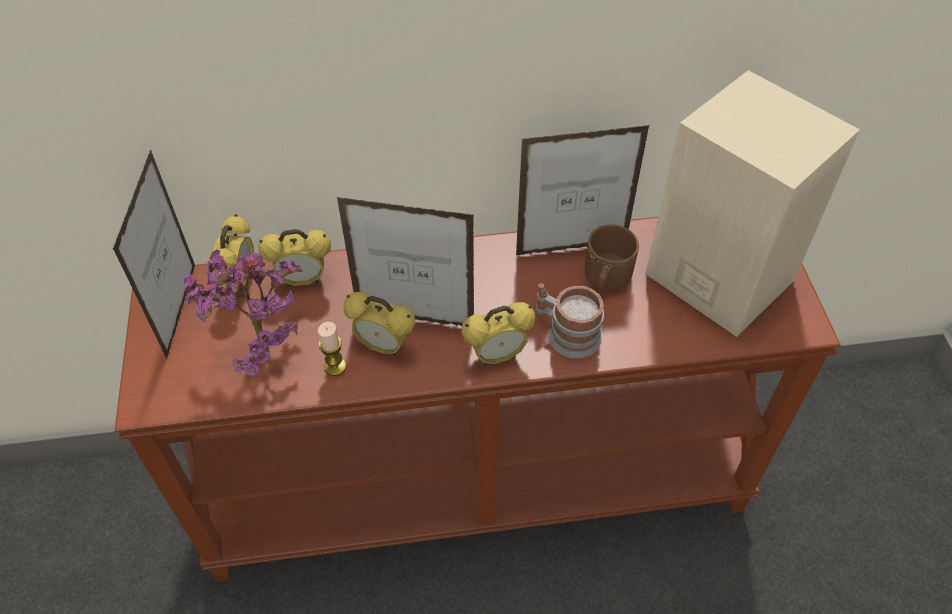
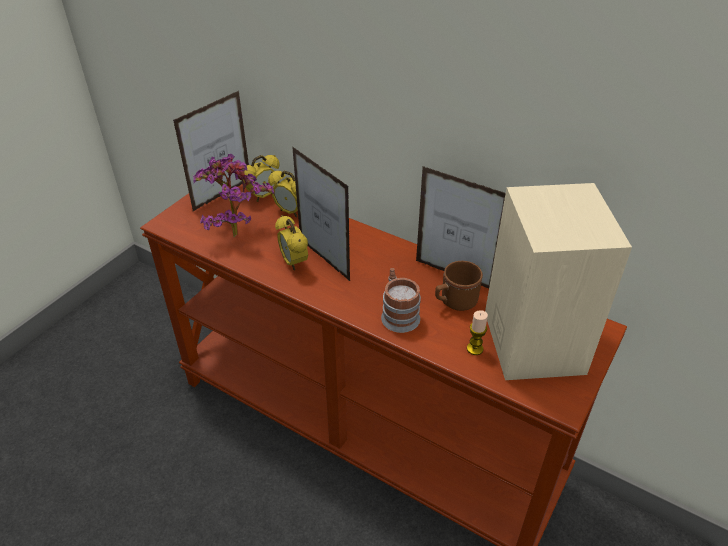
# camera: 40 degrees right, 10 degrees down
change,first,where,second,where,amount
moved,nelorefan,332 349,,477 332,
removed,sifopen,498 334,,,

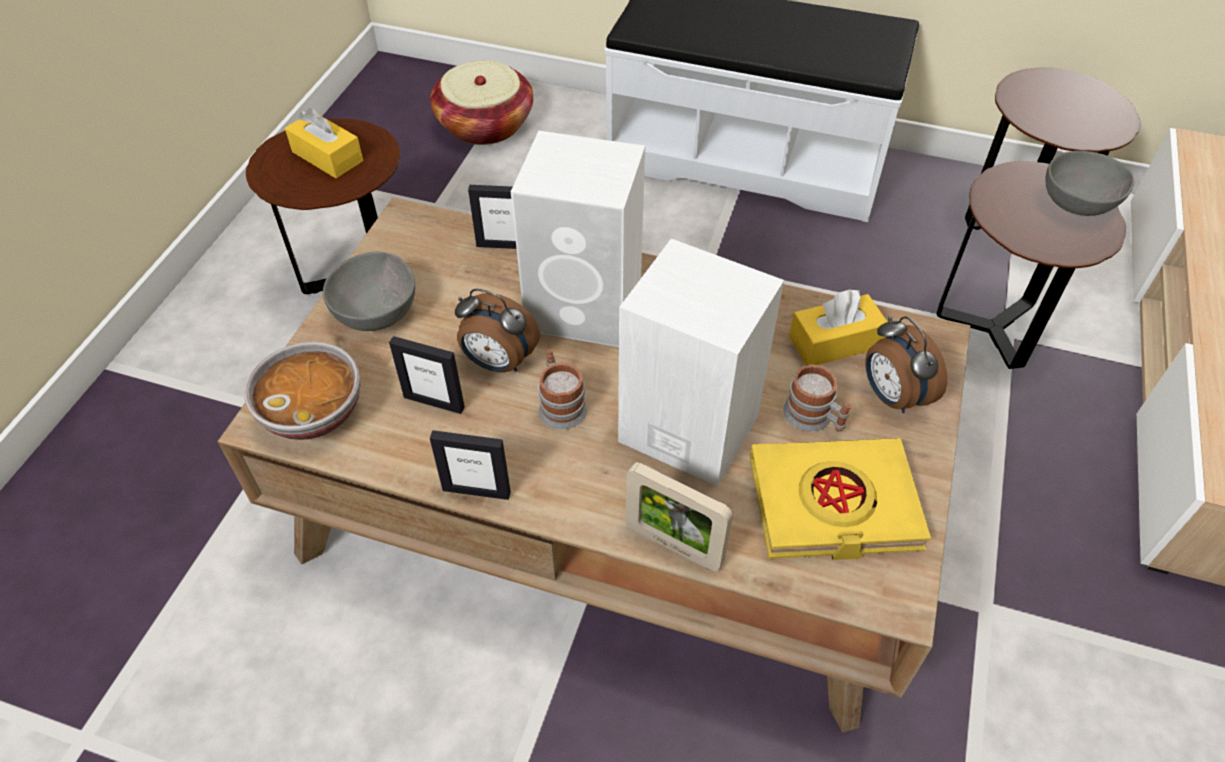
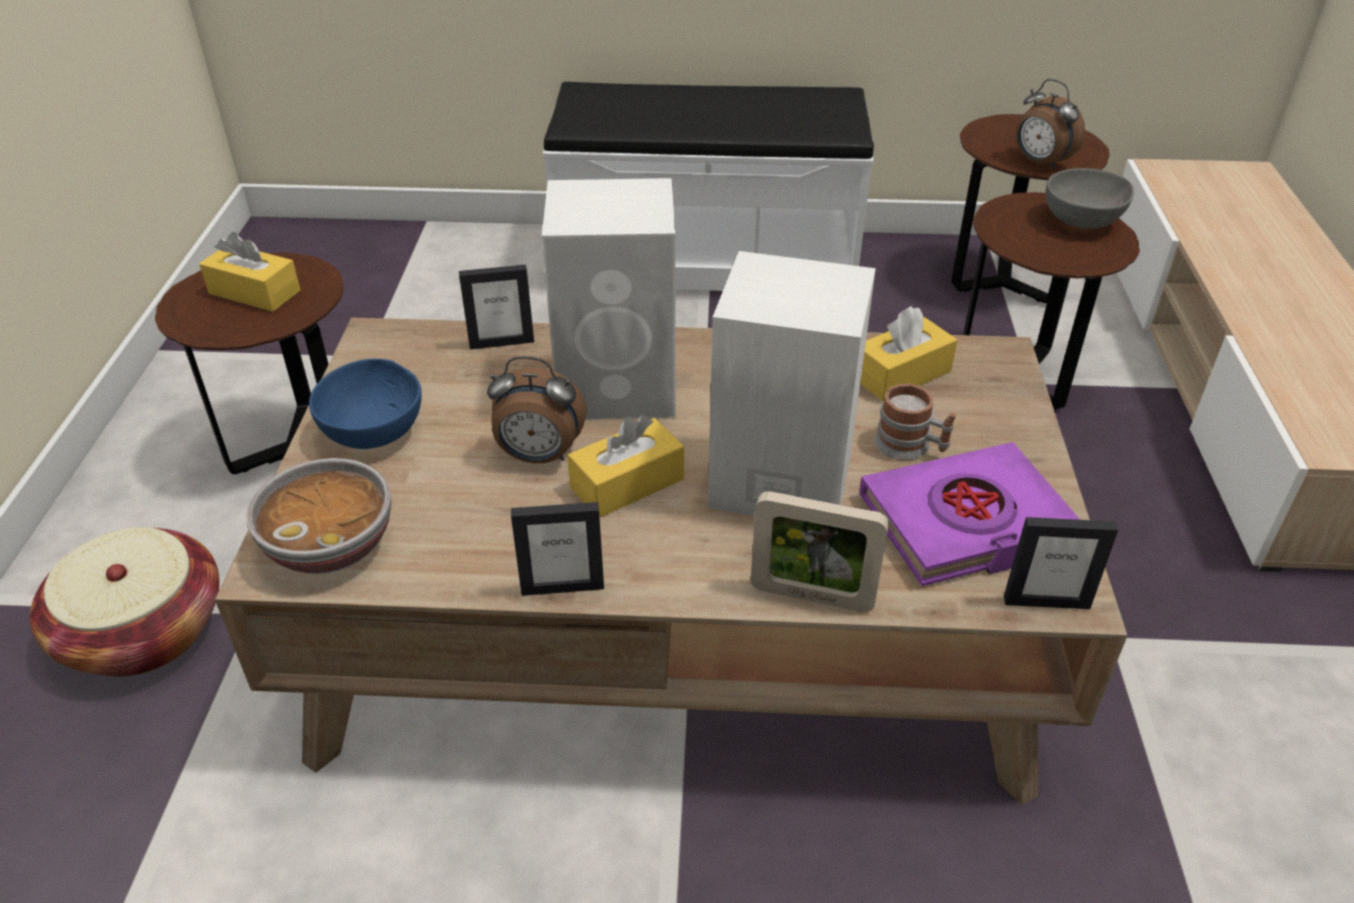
# camera: 15 degrees left, 10 degrees down
change,first,where,second,where,amount
moved,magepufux,481 102,,124 602,
recoloured,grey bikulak,369 291,blue bikulak,365 404,
replaced,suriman,562 389,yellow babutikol,625 466,
recoloured,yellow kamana,840 499,purple kamana,969 514,
moved,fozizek,427 375,,1061 563,
moved,sifopen,906 364,,1050 124,

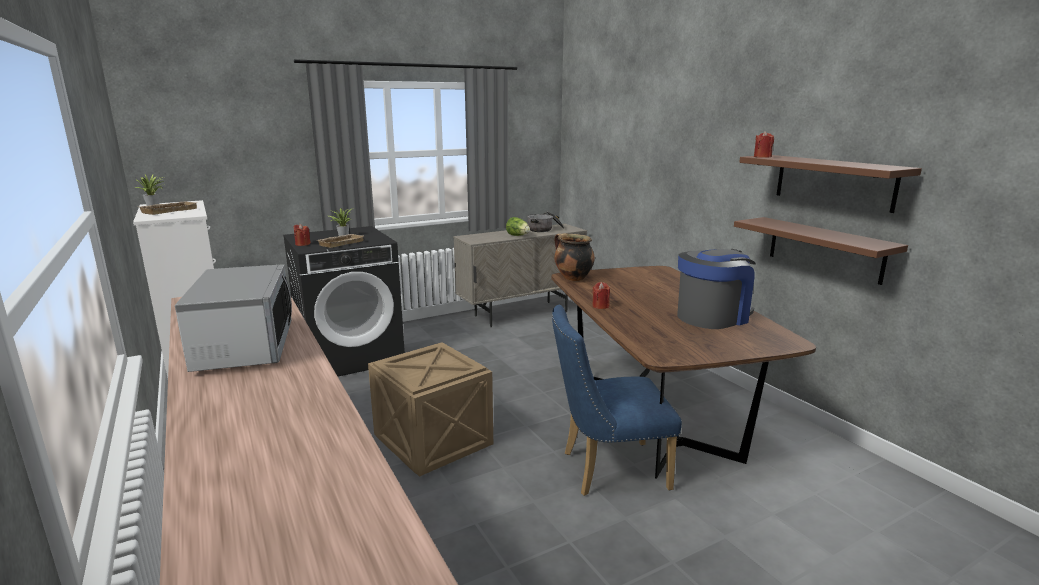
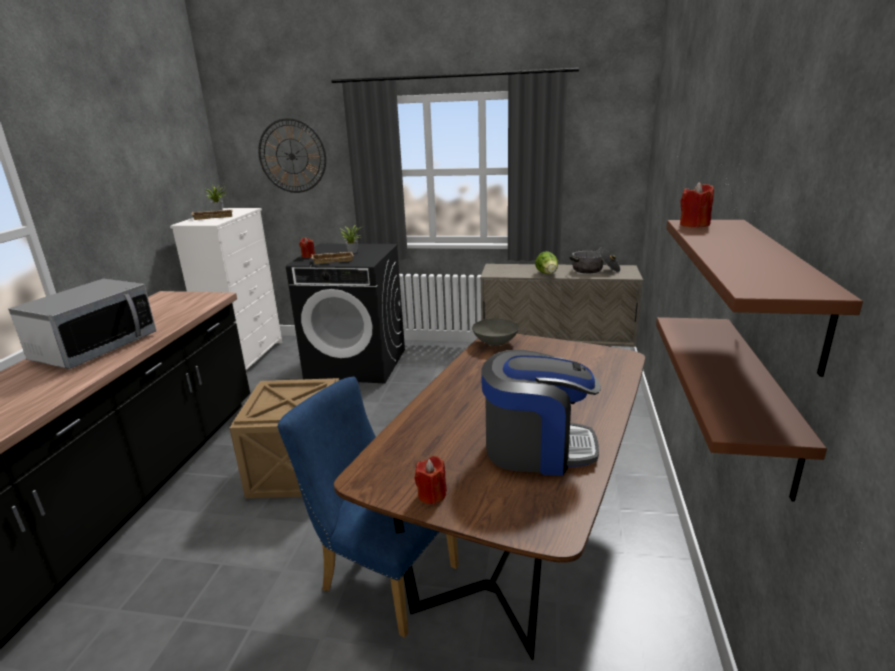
# camera: 40 degrees right, 5 degrees up
change,first,where,second,where,amount
added,,,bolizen,292 155,
moved,red nelorefan,601 295,,431 480,
replaced,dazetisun,574 257,grey bikulak,495 332,

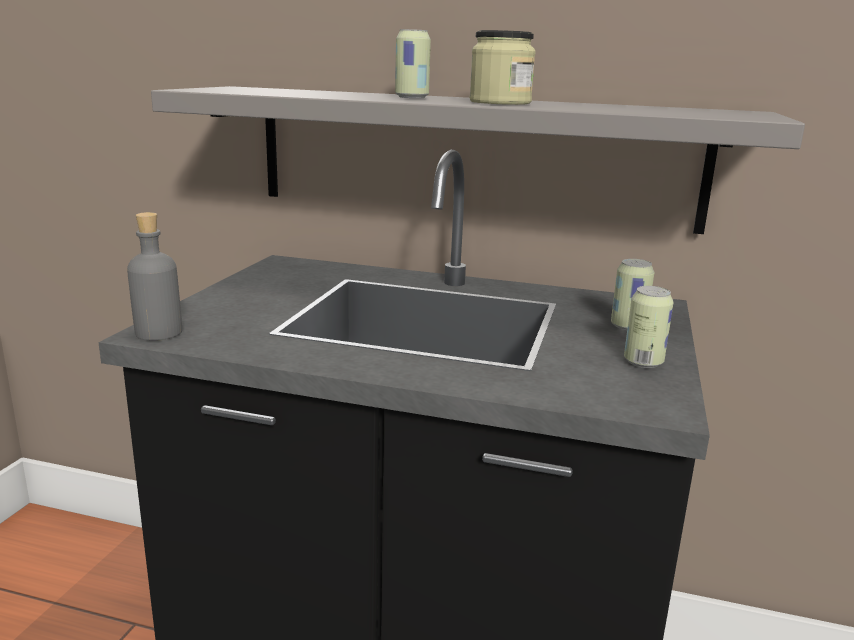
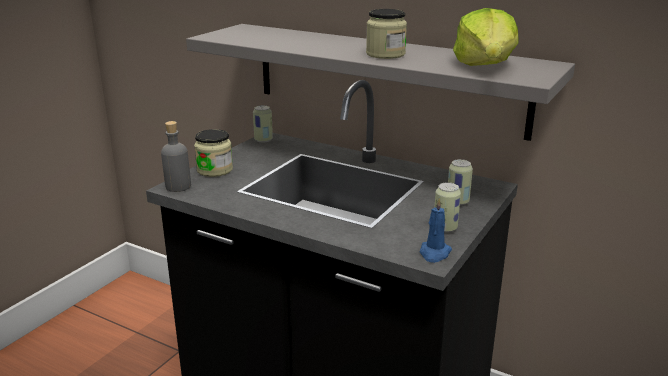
# camera: 15 degrees right, 5 degrees up
change,first,where,second,where,amount
added,,,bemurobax,213 153,
moved,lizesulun,413 63,,263 124,
added,,,blue nelorefan,436 230,
added,,,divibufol,486 37,

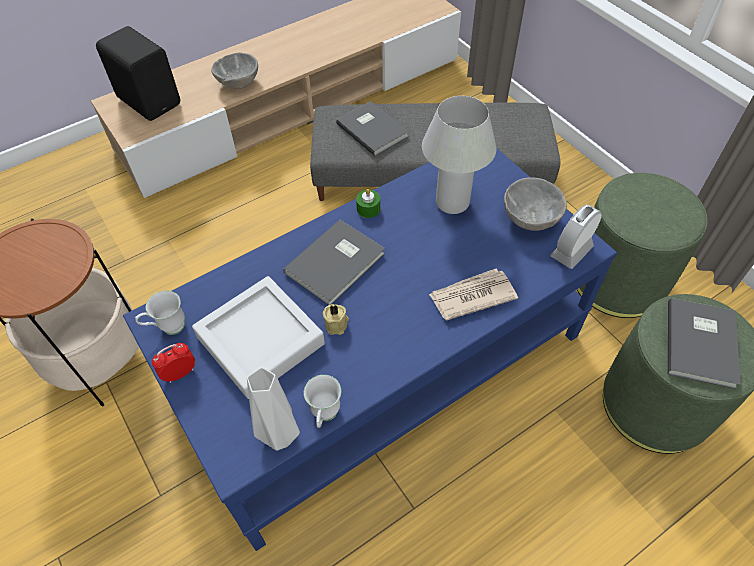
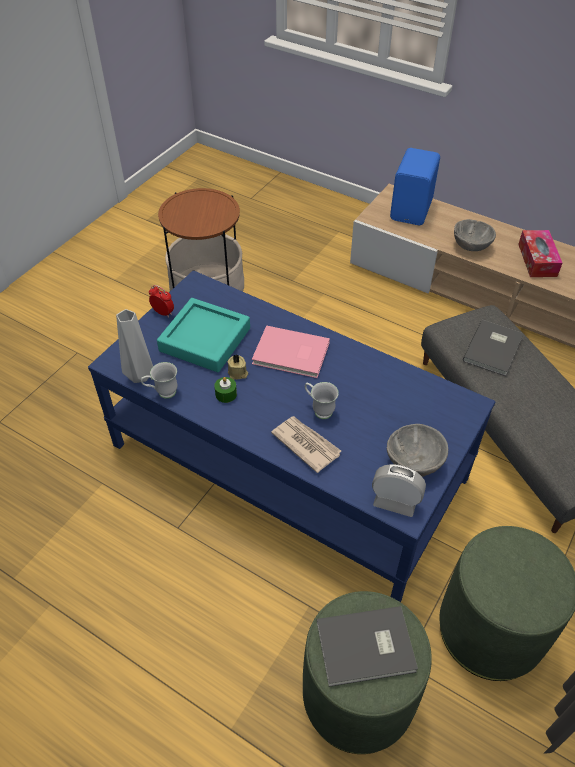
# camera: 65 degrees right, 5 degrees down
change,first,where,second,where,amount
recoloured,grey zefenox,258 337,turquoise zefenox,203 335,
moved,green nelorefan,368 203,,225 390,
recoloured,grey kamana,334 262,pink kamana,291 351,
moved,white suriman,160 312,,322 400,
recoloured,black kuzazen,138 73,blue kuzazen,415 186,
added,,,babutikol,540 253,
removed,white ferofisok,459 155,,,

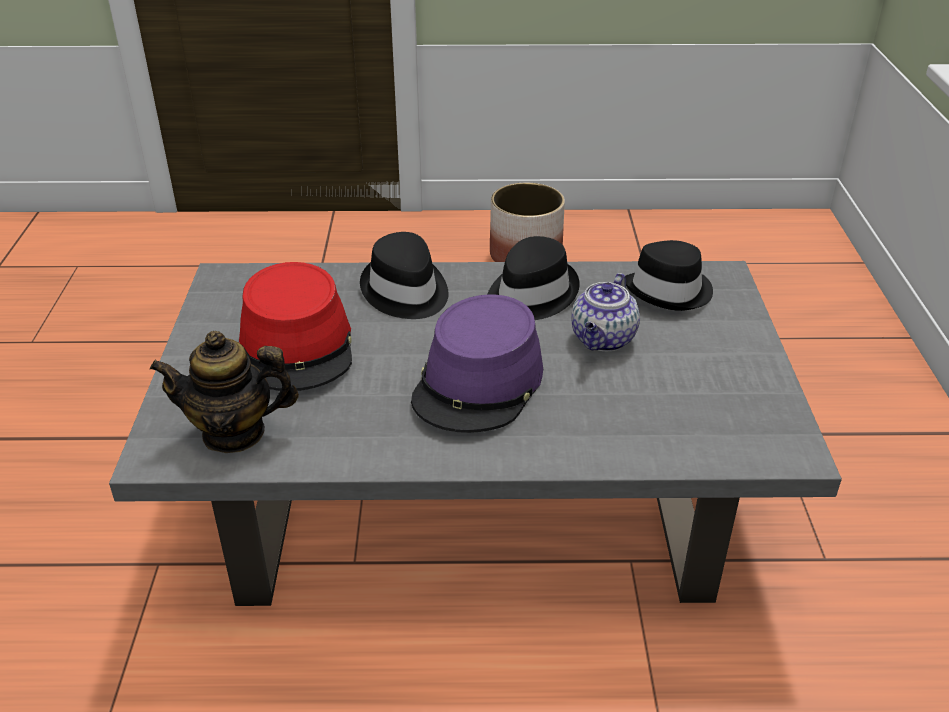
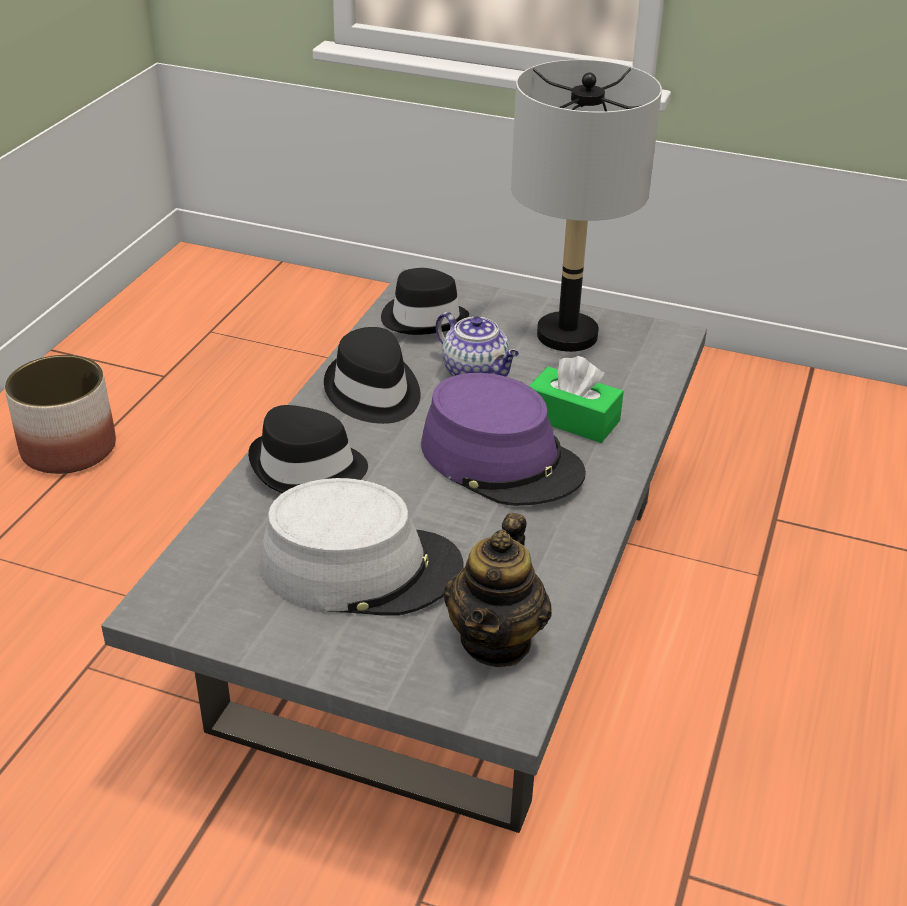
# camera: 70 degrees left, 0 degrees up
change,first,where,second,where,amount
recoloured,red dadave,295 326,grey dadave,362 546,
added,,,grey ferofisok,586 206,
added,,,green babutikol,576 399,

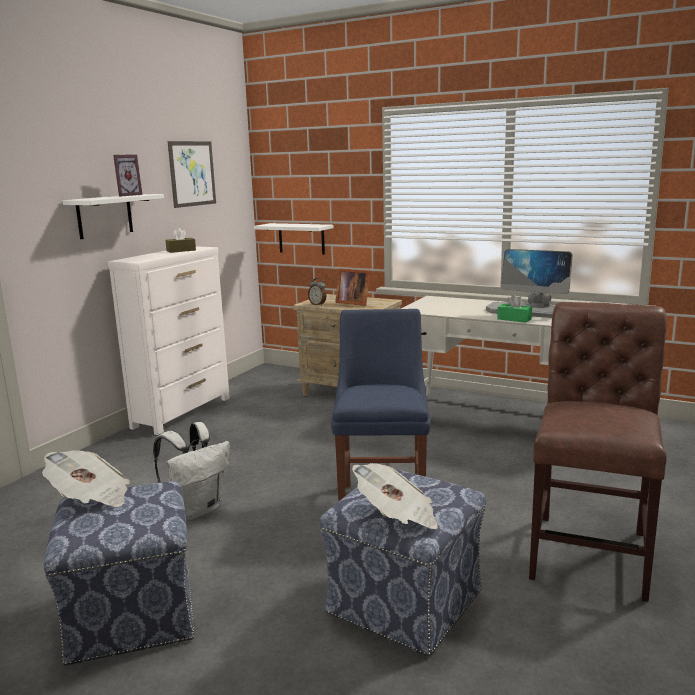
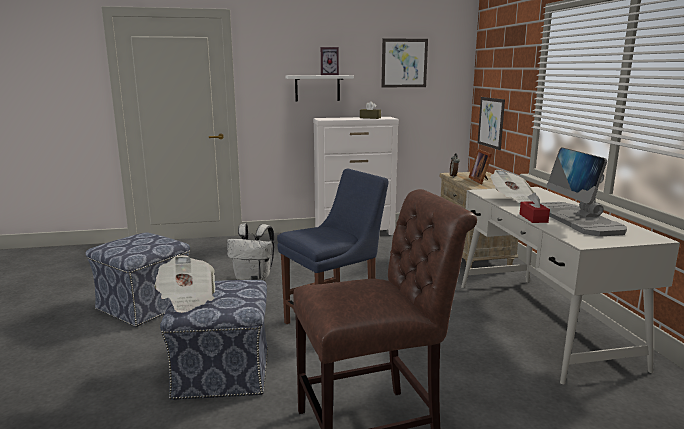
# camera: 50 degrees right, 0 degrees up
change,first,where,second,where,amount
replaced,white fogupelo,294 239,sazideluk,491 123,
moved,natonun,86 478,,512 187,
recoloured,green babutikol,514 308,red babutikol,535 207,

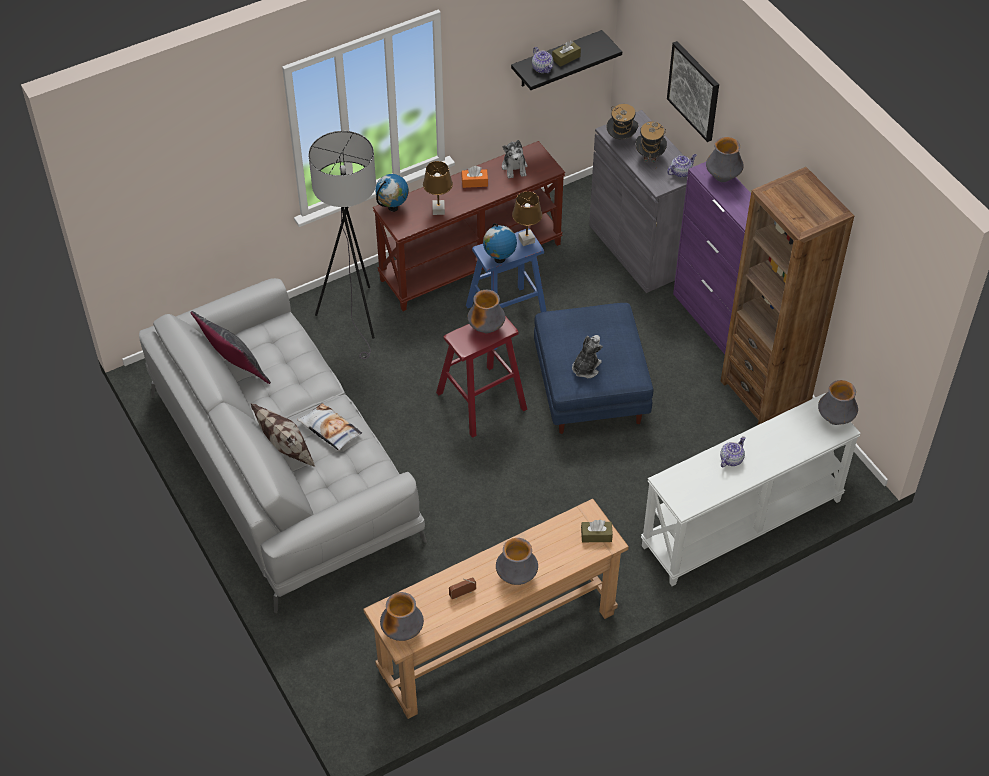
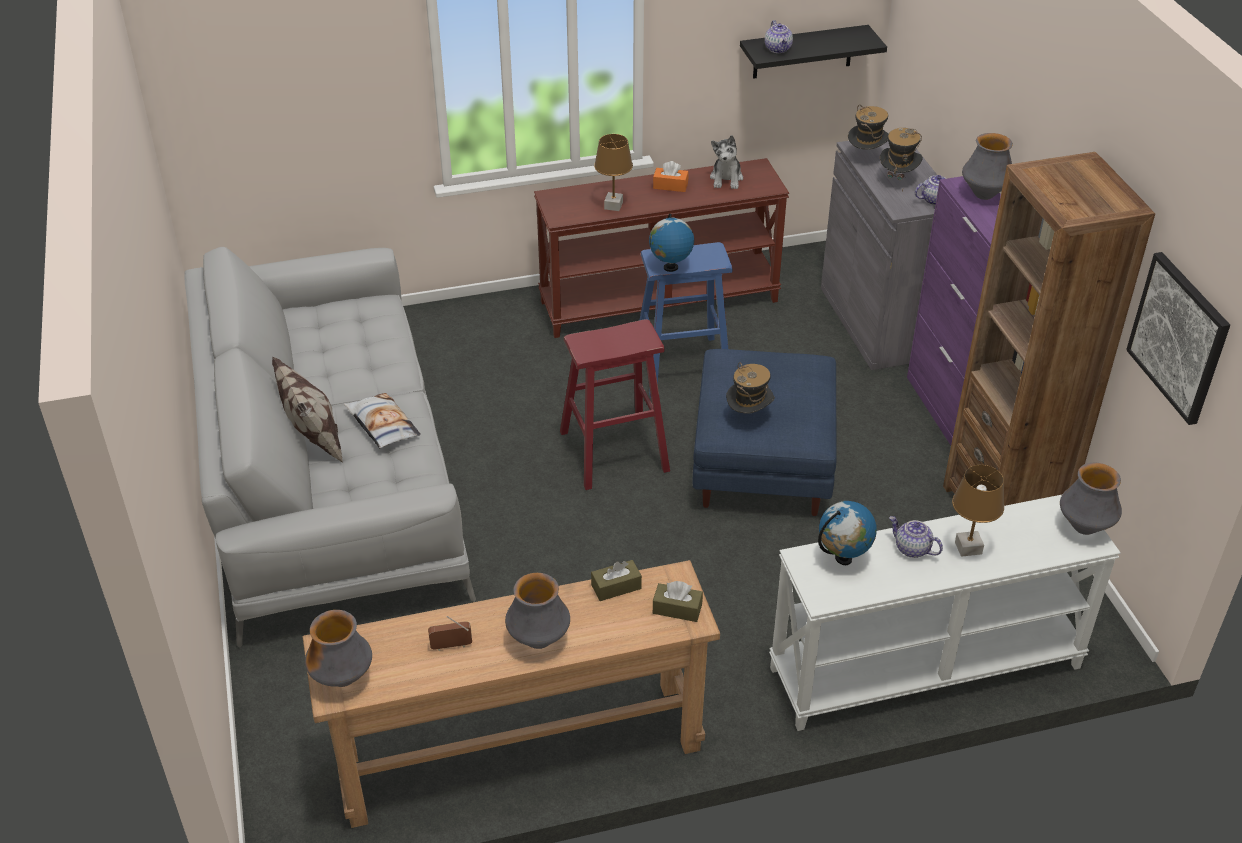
# camera: 15 degrees right, 10 degrees down
change,first,where,second,where,amount
moved,brown babutikol,566 54,,616 580,
replaced,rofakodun,587 356,dadave,750 388,
moved,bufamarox,392 193,,847 533,
turned,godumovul,732 451,,916 537,105 degrees counterclockwise
moved,brown ferofisok,527 218,,978 511,
moved,sazideluk,693 91,,1178 338,
removed,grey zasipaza,230 347,,,
removed,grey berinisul,342 245,,,
removed,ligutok,486 311,,,

